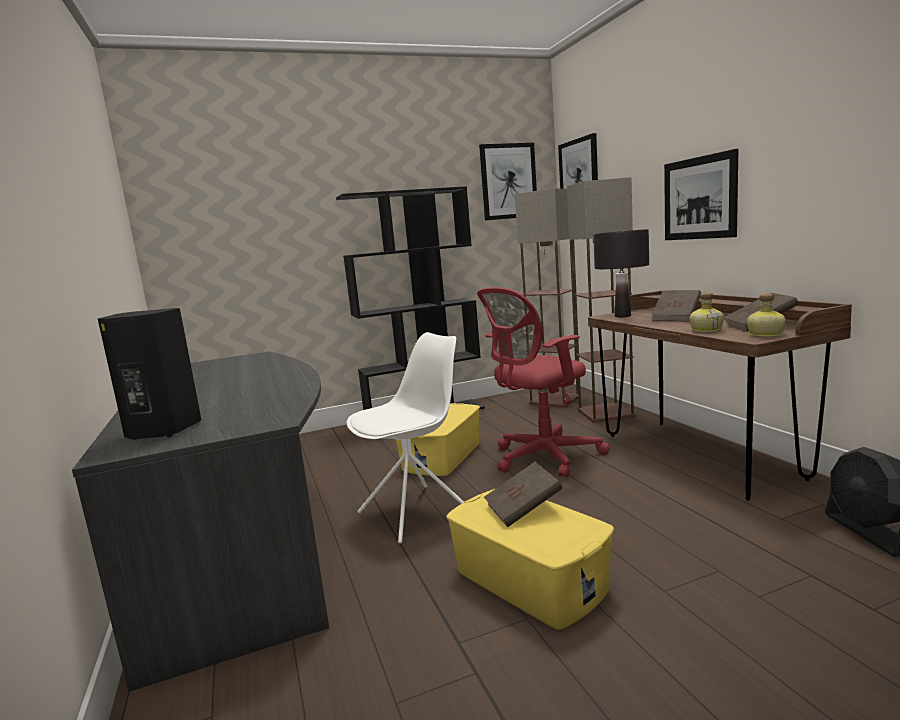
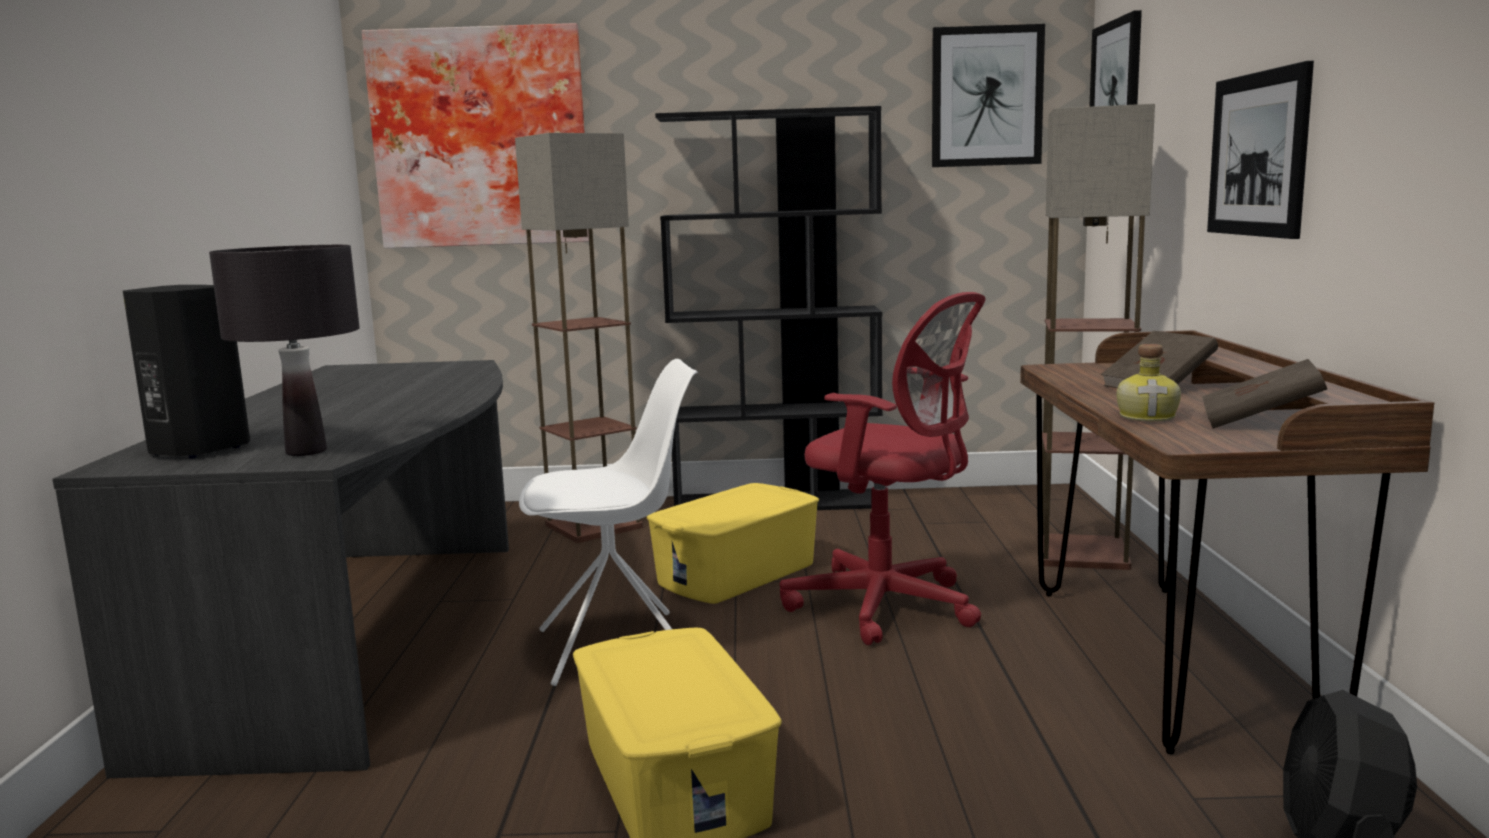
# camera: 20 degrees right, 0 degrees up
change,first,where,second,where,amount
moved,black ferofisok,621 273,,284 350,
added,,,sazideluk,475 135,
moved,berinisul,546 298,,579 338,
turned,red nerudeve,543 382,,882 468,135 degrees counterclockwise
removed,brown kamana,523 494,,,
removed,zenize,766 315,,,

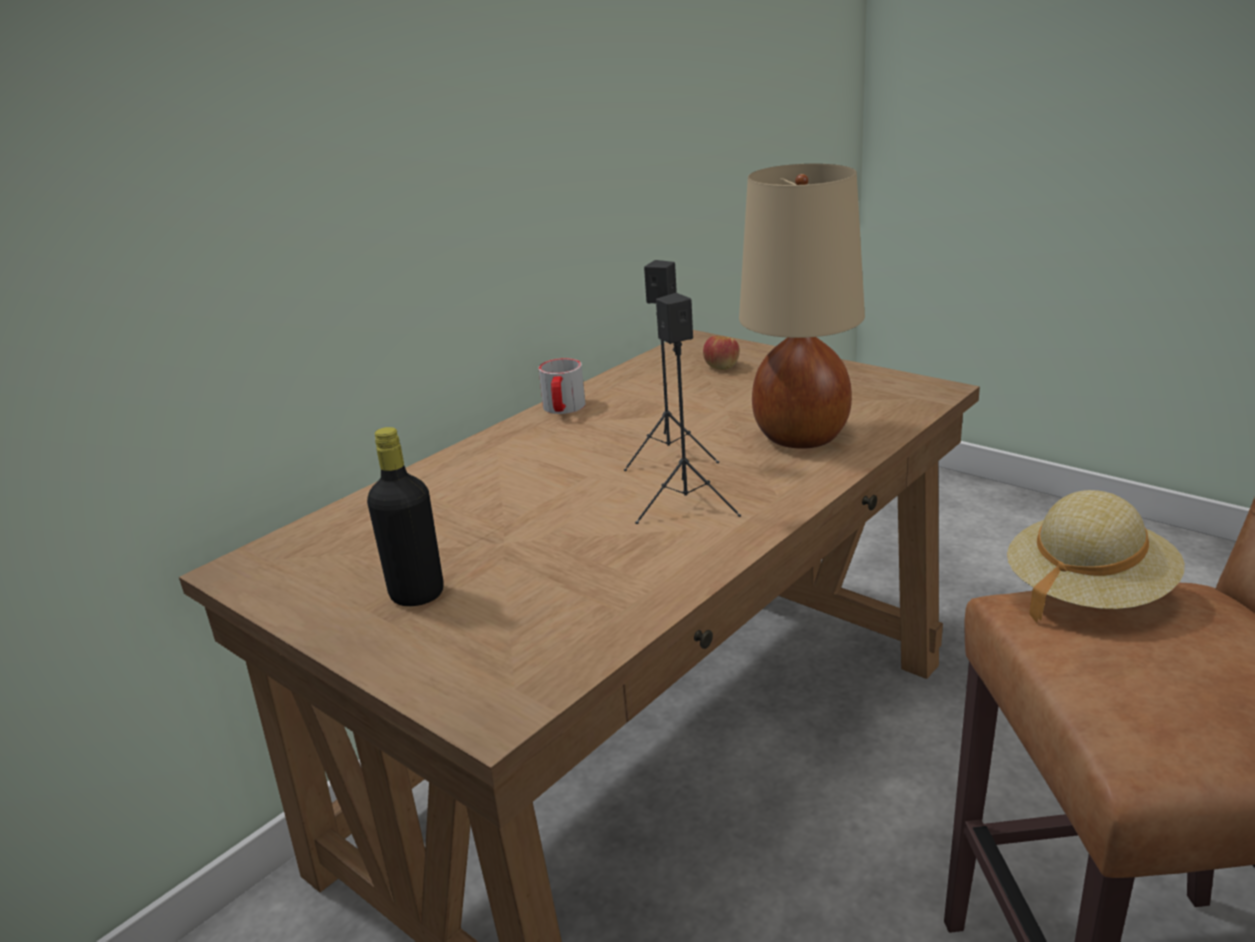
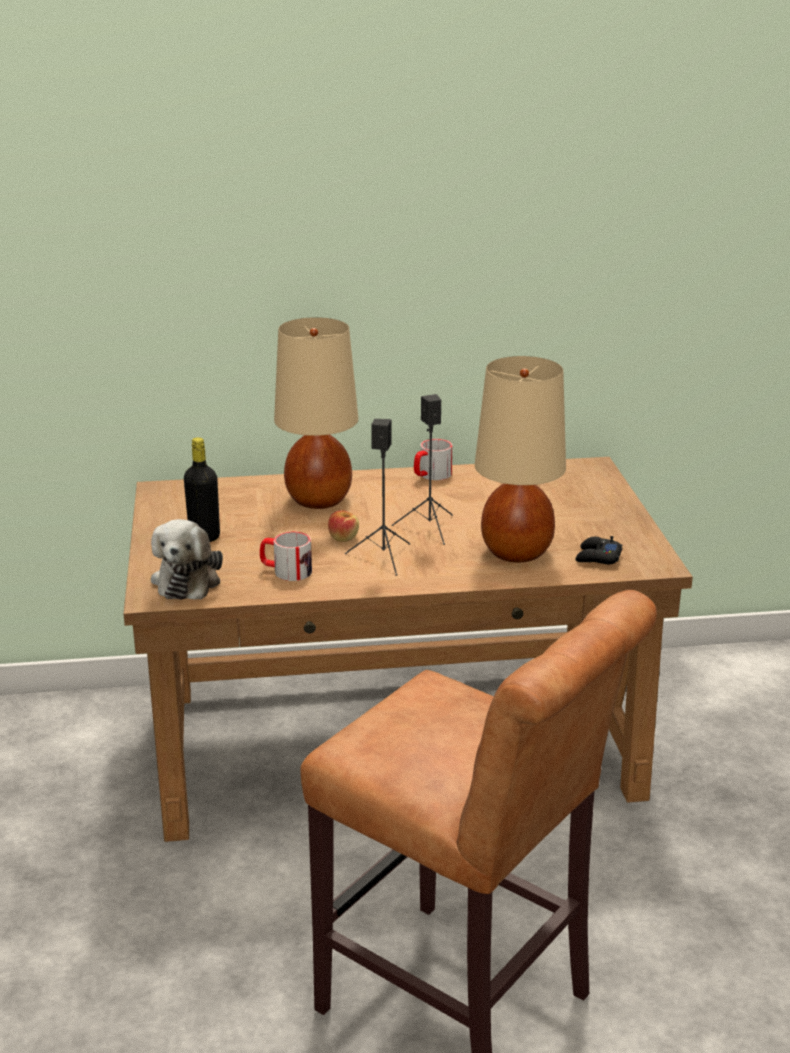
# camera: 40 degrees right, 0 degrees up
change,first,where,second,where,amount
added,,,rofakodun,187 559,
added,,,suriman,286 556,
added,,,beige ferofisok,316 413,
moved,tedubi,721 353,,343 526,
added,,,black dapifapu,599 550,
removed,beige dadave,1096 556,,,

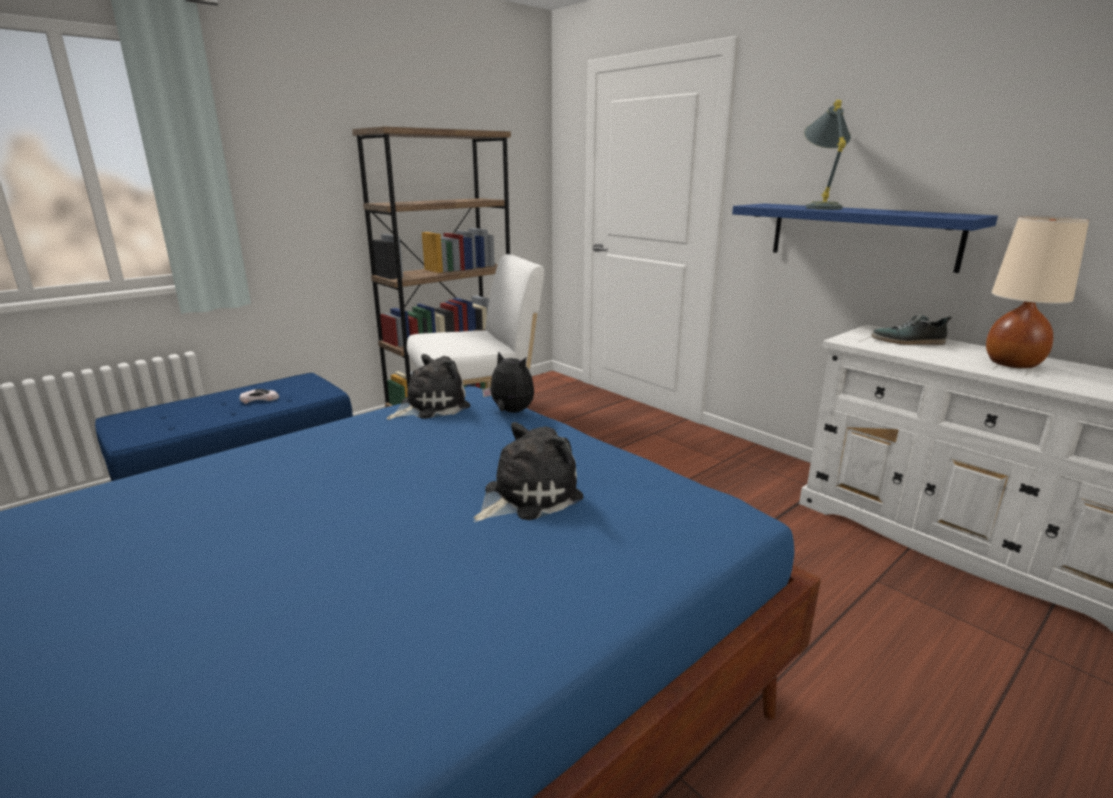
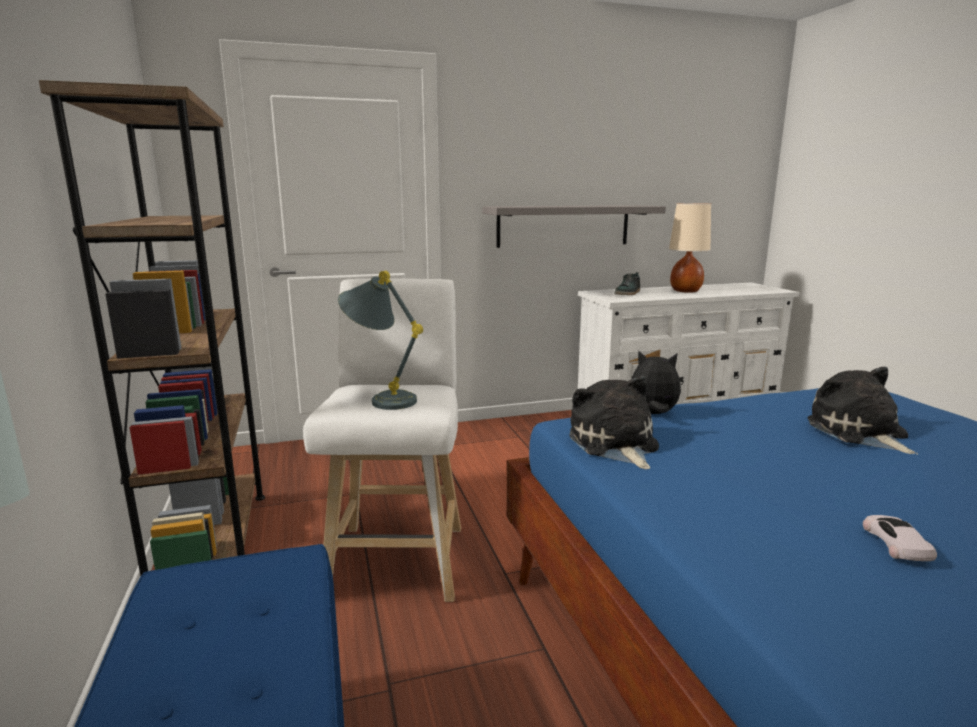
# camera: 65 degrees left, 5 degrees down
change,first,where,second,where,amount
moved,grey ferofisok,827 155,,380 340,
recoloured,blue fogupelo,865 238,grey fogupelo,574 226,
turned,rofakodun,508 382,,656 382,45 degrees clockwise
moved,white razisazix,259 396,,900 538,

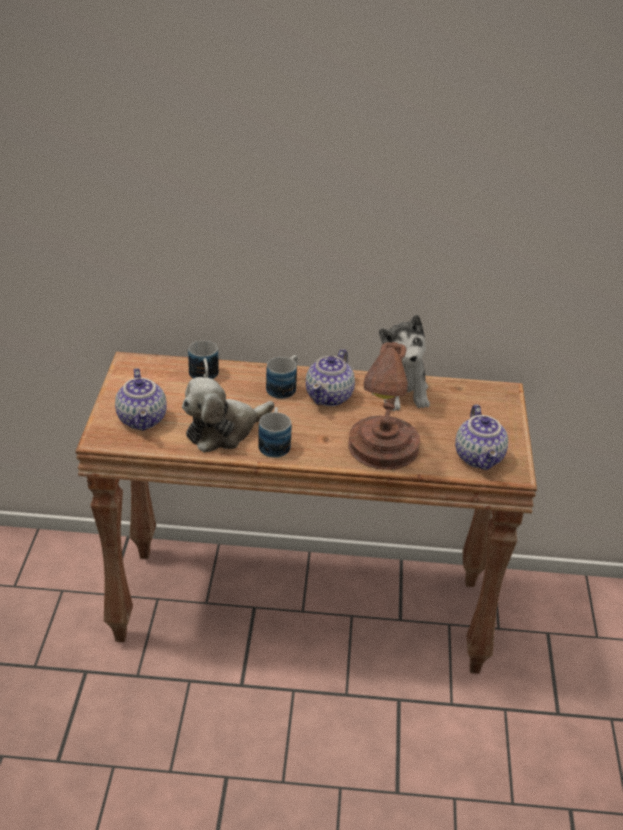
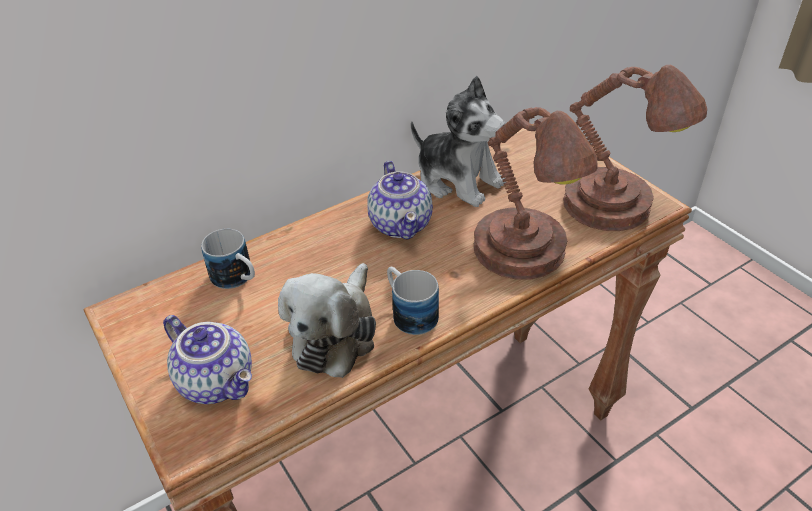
# camera: 35 degrees left, 5 degrees up
change,first,where,second,where,amount
replaced,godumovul,481 437,brown ferofisok,635 148,
removed,suriman,282 377,,,

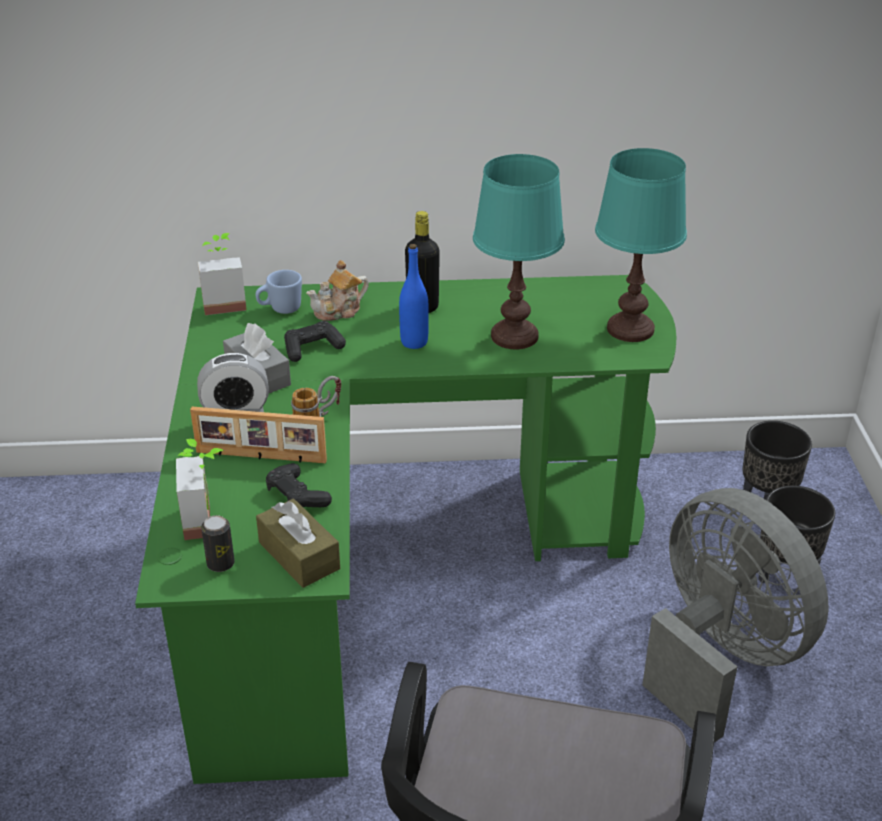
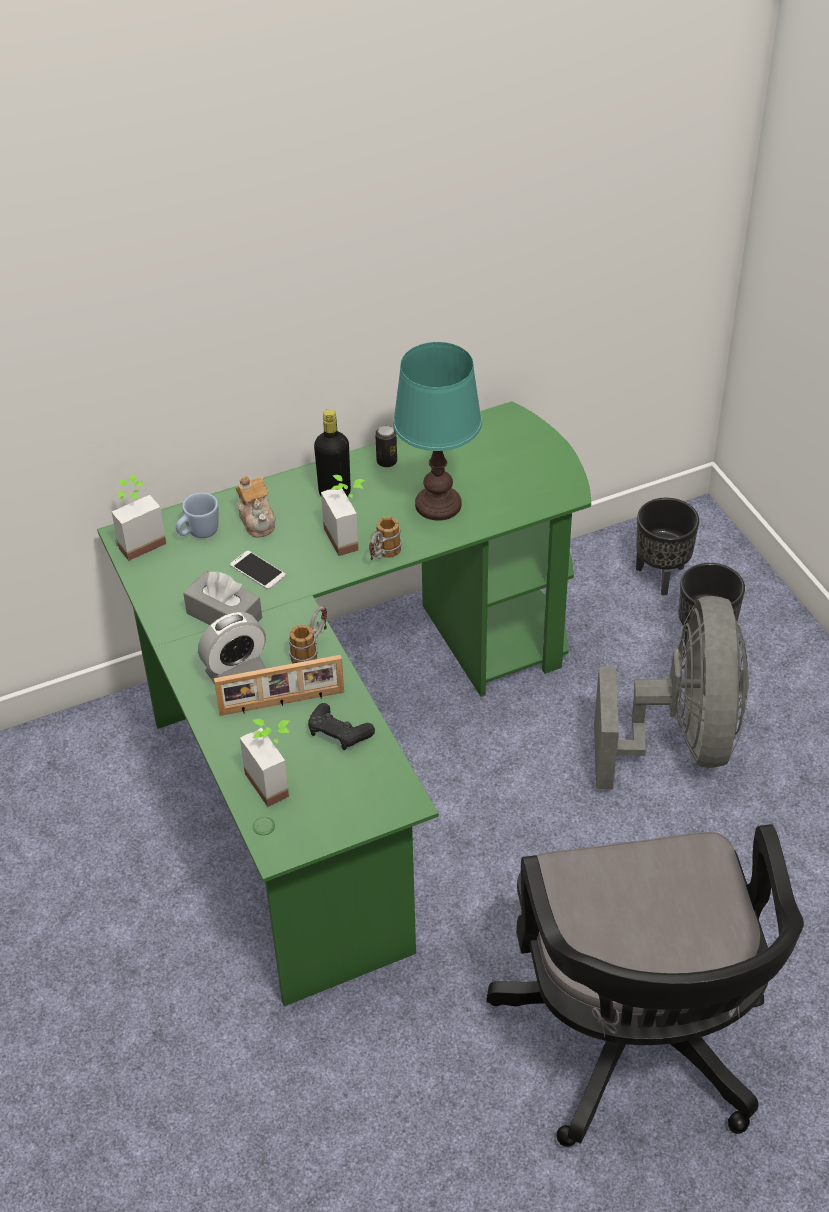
# camera: 20 degrees left, 10 degrees up
change,first,where,second,where,amount
replaced,black dapifapu,315 341,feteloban,258 570,
turned,godumovul,337 290,,255 507,60 degrees counterclockwise
replaced,blue zenize,414 296,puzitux,343 515,
added,,,suriman,385 538,
moved,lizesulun,218 543,,386 446,
turned,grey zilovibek,735 615,,671 693,60 degrees clockwise
removed,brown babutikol,298 543,,,
removed,turquoise ferofisok,641 245,,,

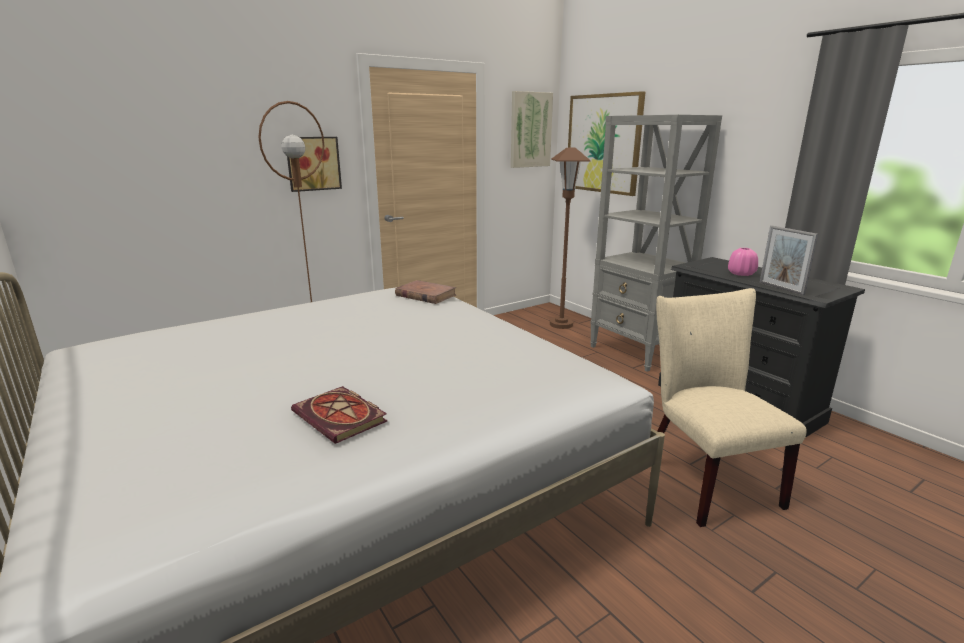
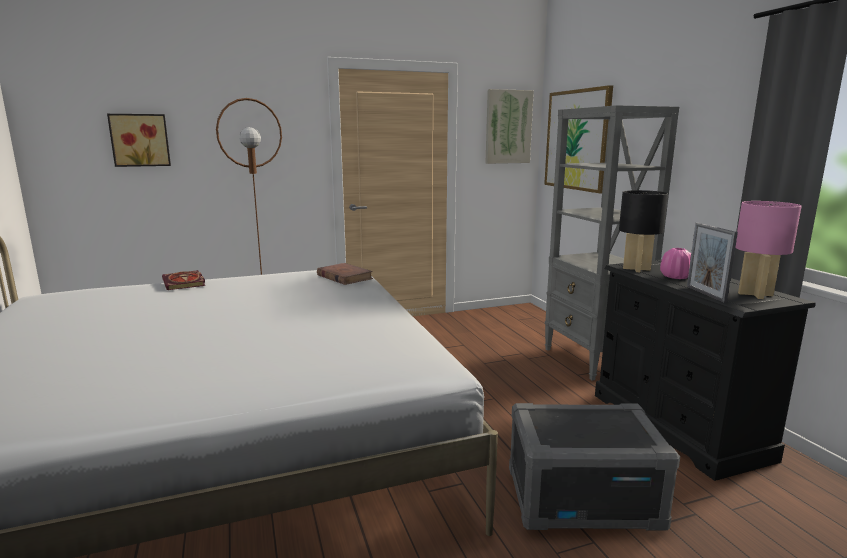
# camera: 15 degrees right, 5 degrees down
change,first,where,second,where,amount
moved,sazideluk,314 164,,139 140,
moved,kamana,339 415,,183 280,
replaced,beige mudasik,731 407,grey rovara,594 467,
added,,,black ferofisok,643 231,
added,,,pink ferofisok,768 250,
removed,brown berinisul,570 238,,,

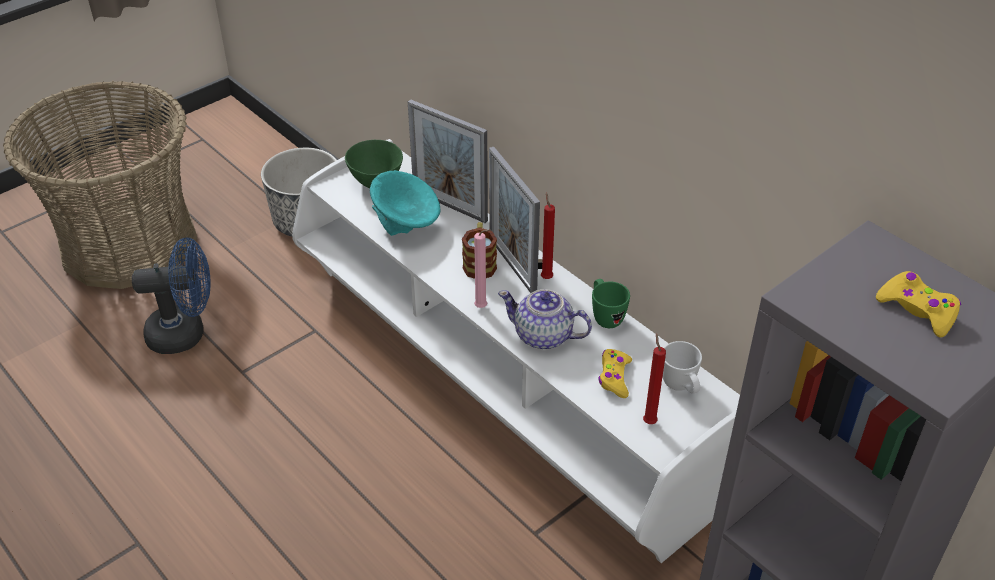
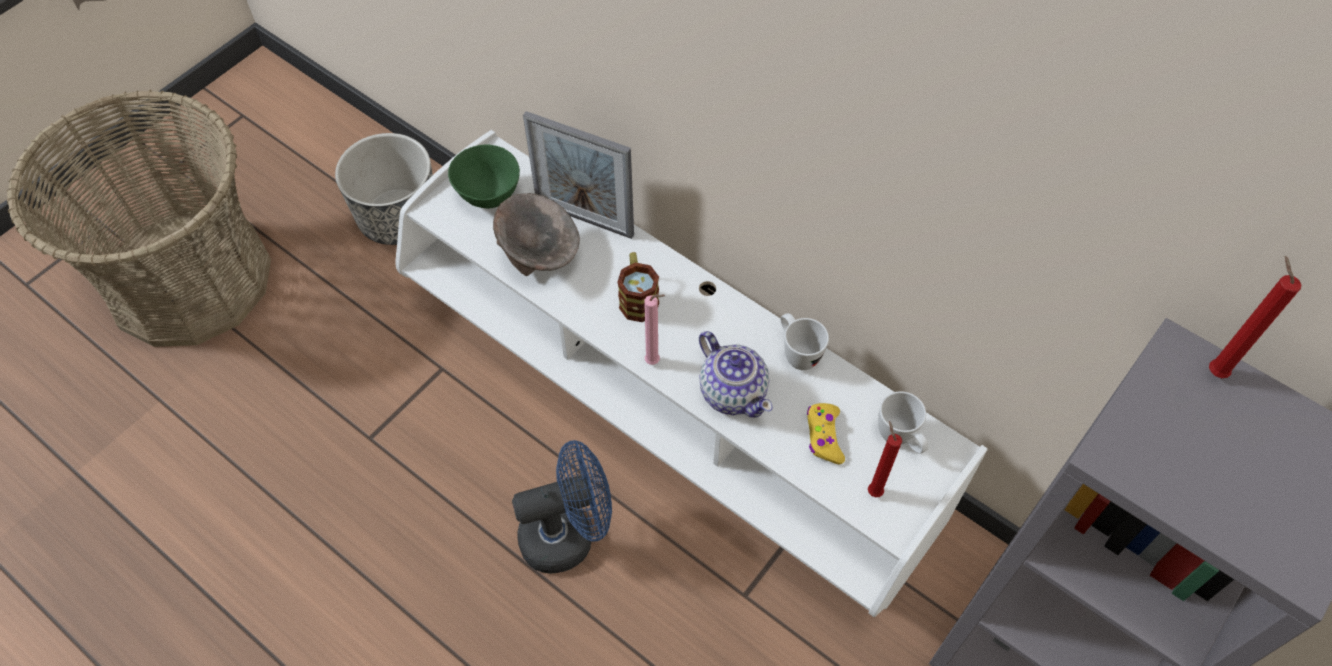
# camera: 10 degrees left, 15 degrees up
change,first,where,second,where,amount
recoloured,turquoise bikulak,405 203,grey bikulak,536 234,
moved,blue zilovibek,171 296,,562 507,
turned,godumovul,545 319,,735 374,135 degrees counterclockwise
recoloured,green suriman,611 303,white suriman,805 341,
moved,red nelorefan,548 236,,1255 317,
removed,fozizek,514 220,,,
removed,yellow dapifapu,918 304,,,

